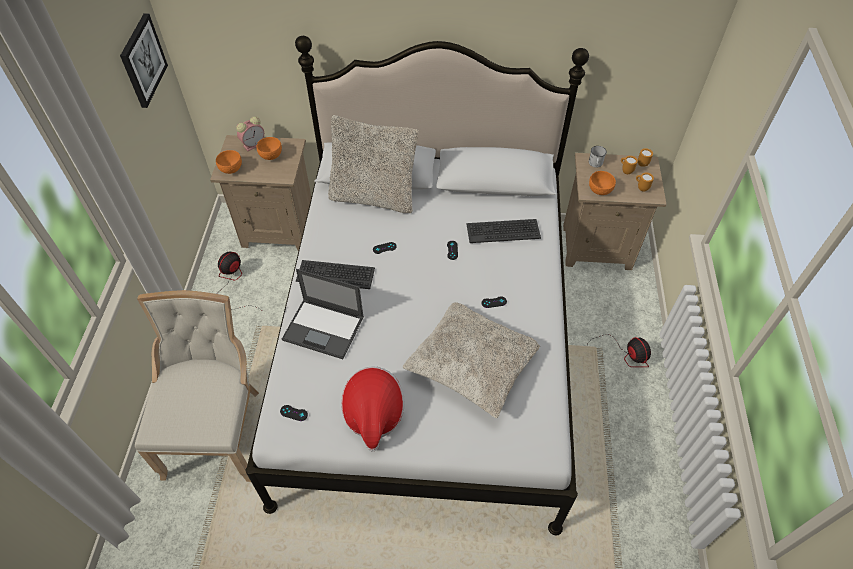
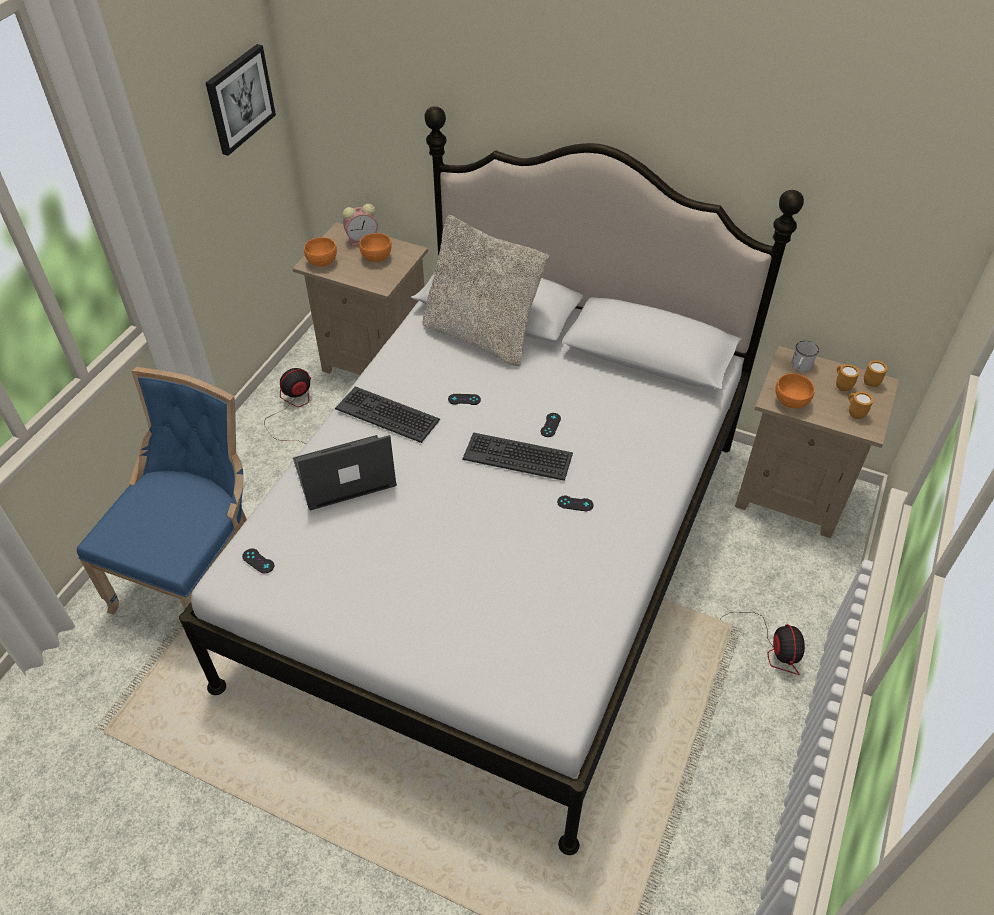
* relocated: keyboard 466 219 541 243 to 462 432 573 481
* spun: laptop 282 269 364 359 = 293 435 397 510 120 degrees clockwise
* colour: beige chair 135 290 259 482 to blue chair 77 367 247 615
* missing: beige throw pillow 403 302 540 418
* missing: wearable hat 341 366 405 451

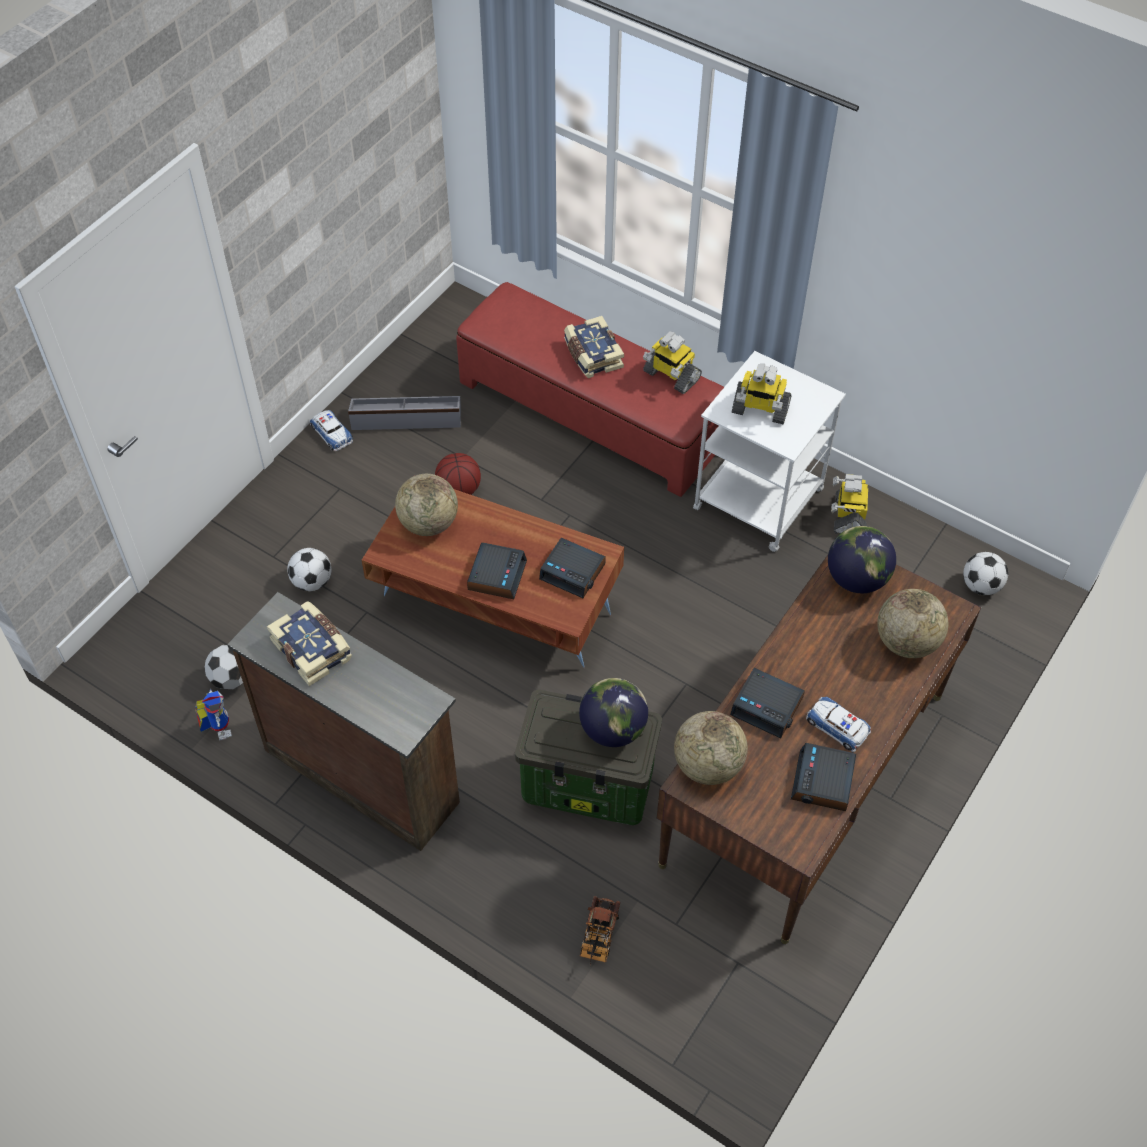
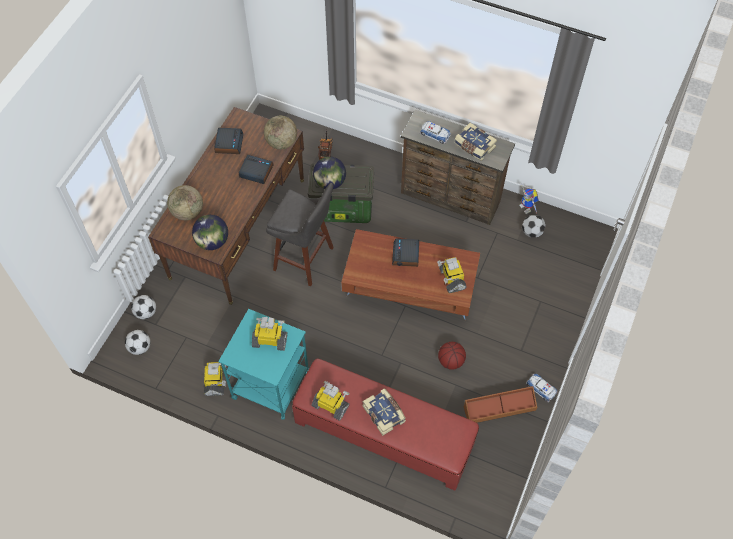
* colour: white-coloured wheeled cart 693 351 846 552 to blue-green wheeled cart 218 309 309 420
* colour: gray storage bin 348 396 461 430 to brown-coloured storage bin 464 386 537 423
* exchanged: globe 395 474 458 536 to toy robot 437 257 467 293
* missing: bedside clock 539 538 606 598
* relocated: football ball 287 548 331 591 to 131 295 156 319
* relocated: toy car 806 697 871 753 to 420 121 451 144
* appeared: gray sitting stool 266 183 334 286

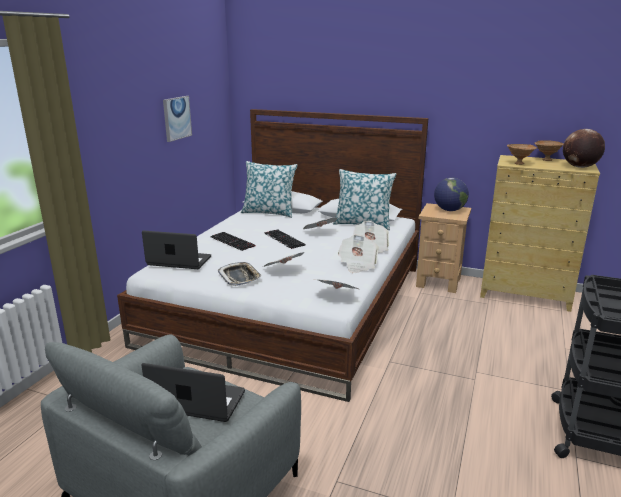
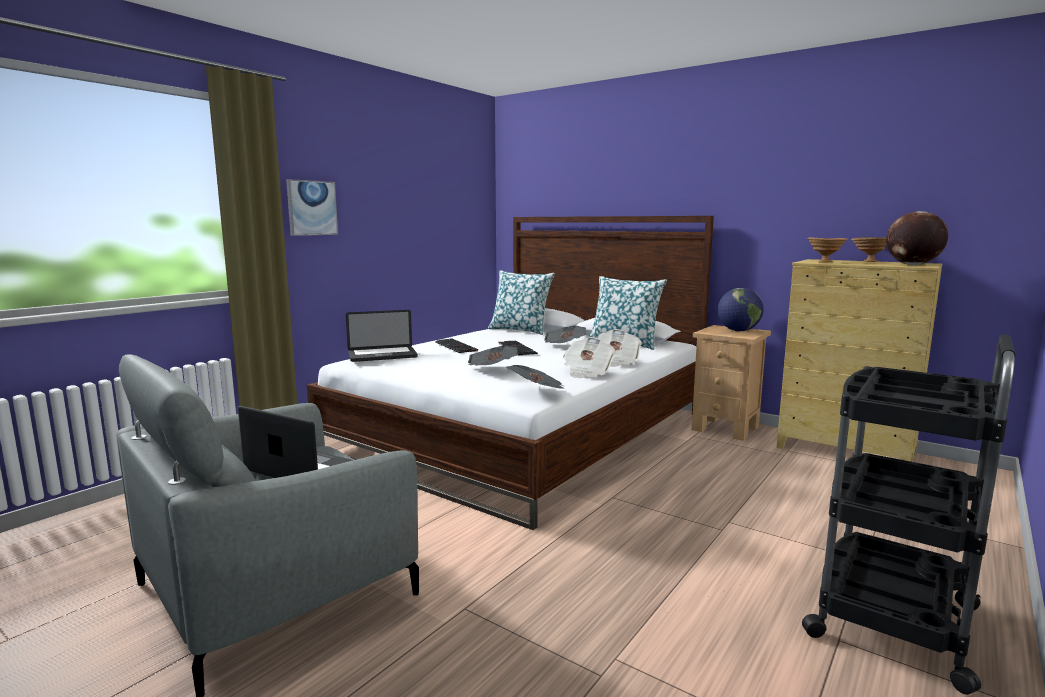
* relocated: picture 163 96 192 142 to 286 179 338 236
* spun: laptop 142 231 211 269 = 346 310 418 362 135 degrees clockwise
* missing: carrying tray 218 262 262 286

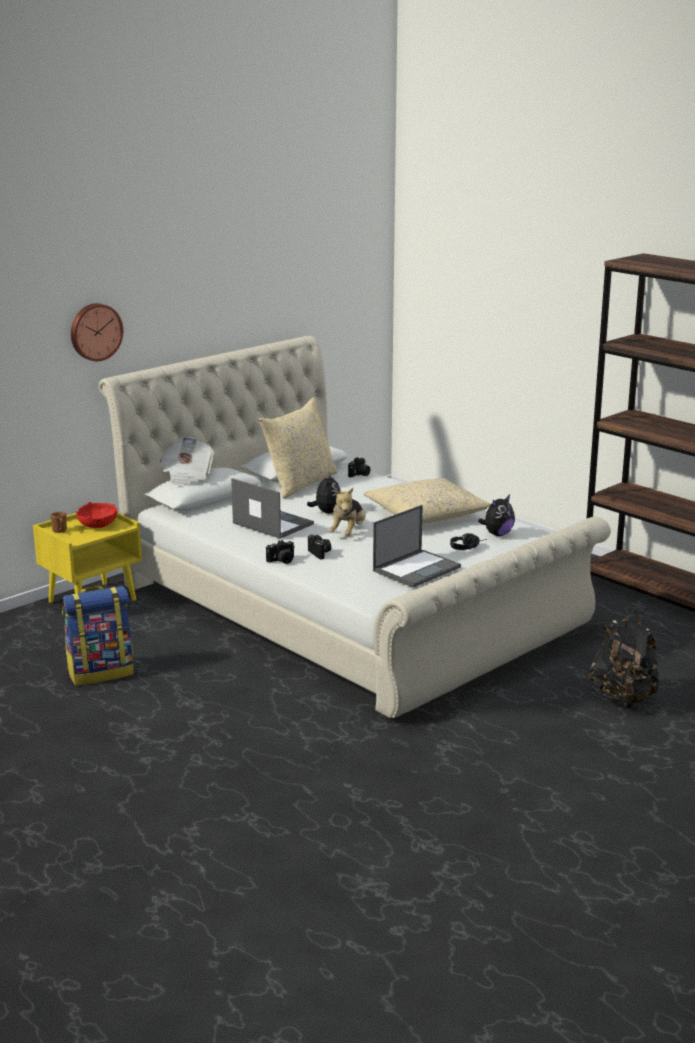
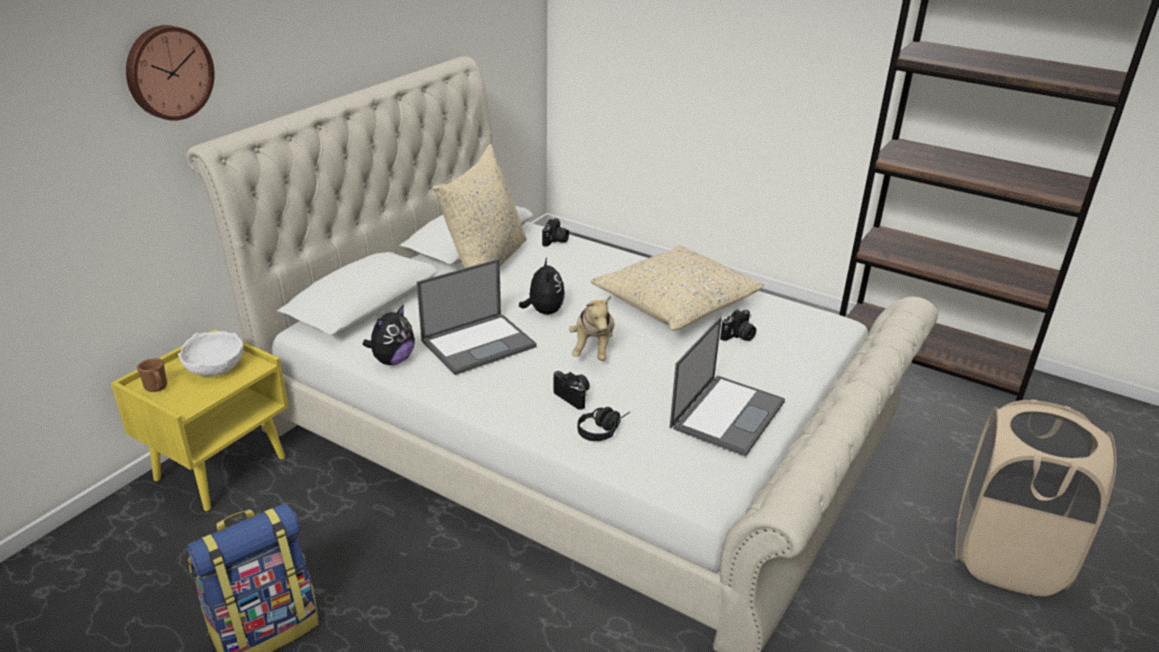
* missing: daily paper 160 437 214 485
* spun: laptop 231 478 314 539 = 417 259 537 375 120 degrees clockwise
* relocated: plush toy 478 495 515 536 to 363 304 415 365
* colour: reddish deep dish 76 502 118 528 to white-coloured deep dish 178 331 243 376
* relocated: blackish pair of headphones 450 533 487 550 to 577 407 630 441
* relocated: still camera 266 540 295 564 to 720 309 756 341
* exchanged: blackish knapsack 588 611 659 708 to beige washing basket 955 400 1116 596

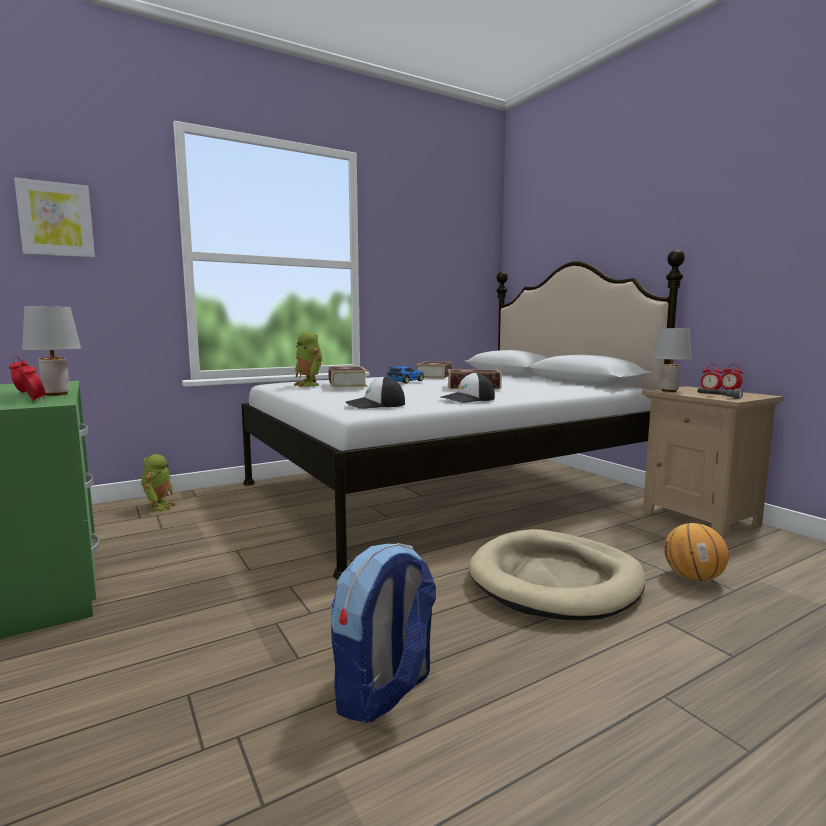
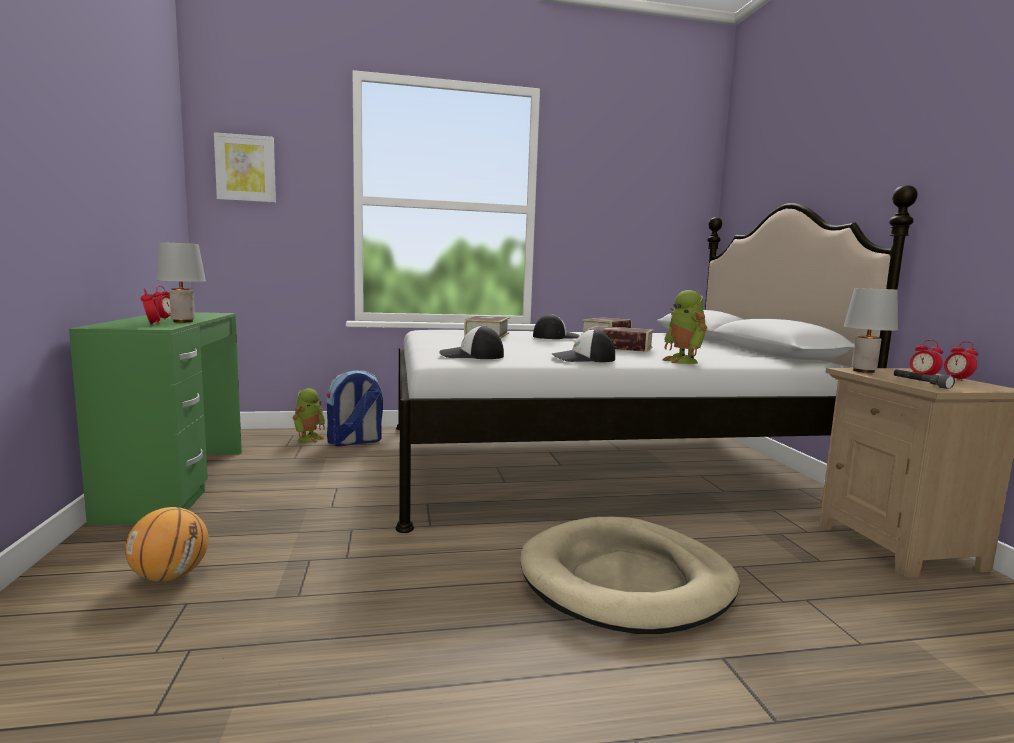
* relocated: toy robot 294 332 323 387 to 663 290 707 364
* exchanged: toy car 387 367 424 384 to peaked cap 533 314 579 339
* relocated: ball for basketball 664 523 729 582 to 125 507 208 582
* relocated: knapsack 331 543 436 723 to 327 370 383 446

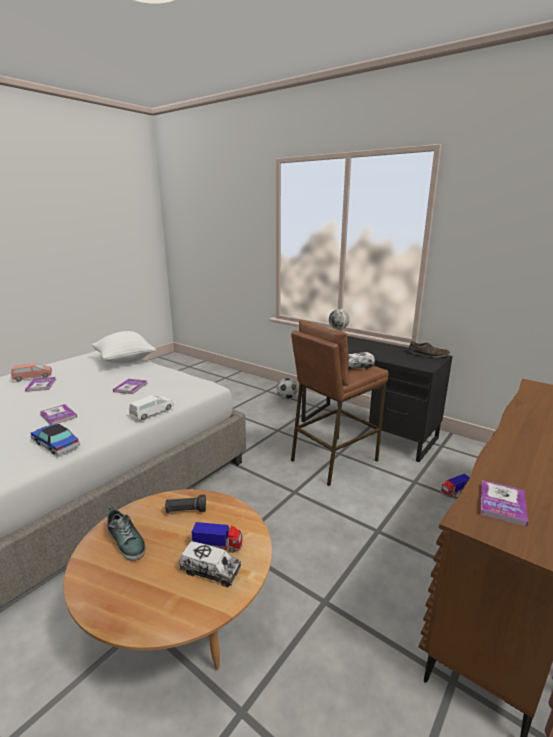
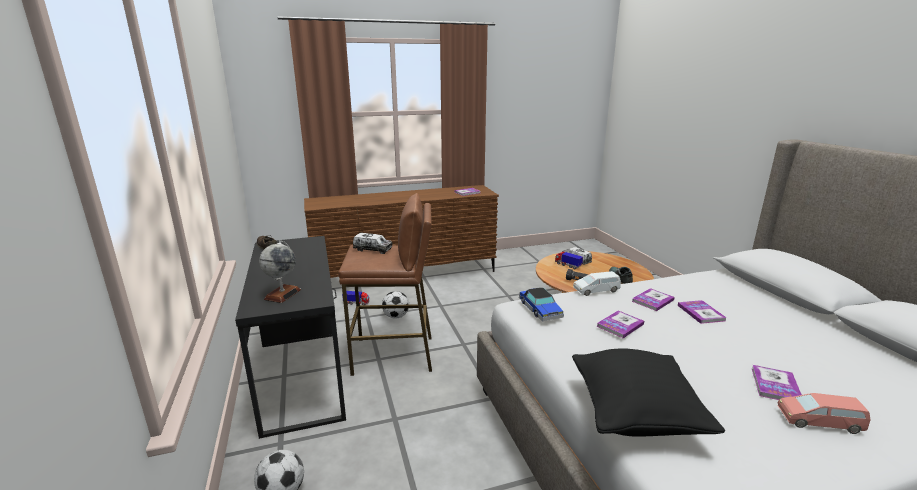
* colour: white-coloured throw pillow 92 331 157 363 to blackish throw pillow 572 348 725 437
* relocated: toy car 30 424 80 455 to 519 287 564 321
* appeared: volume 632 288 675 311
* appeared: football ball 382 291 409 319

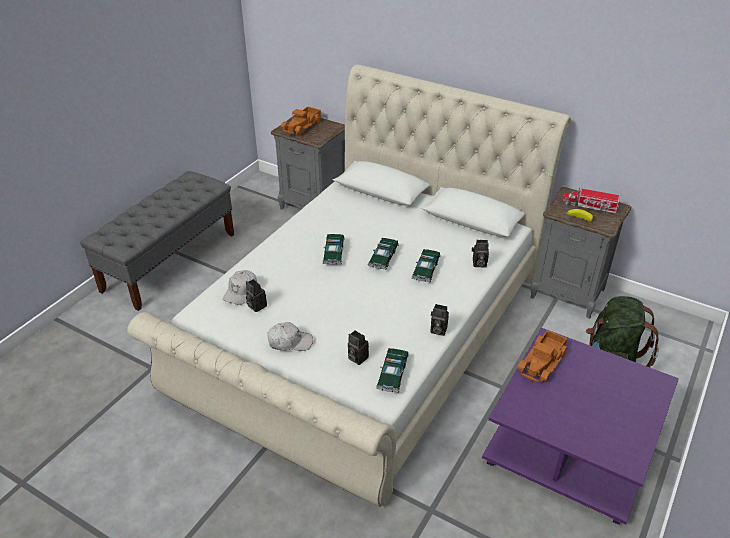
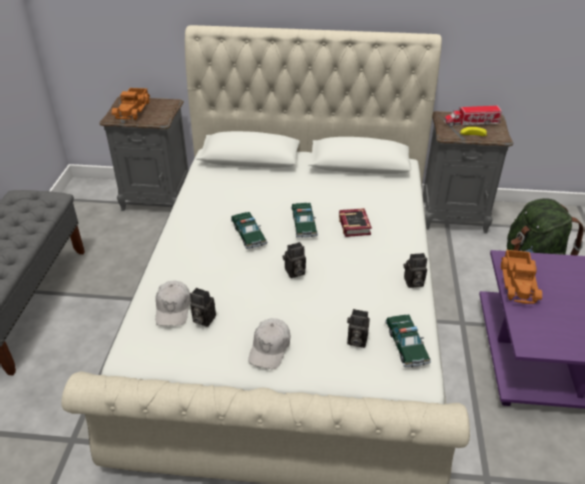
* relocated: still camera 472 240 489 267 to 283 242 306 278
* exchanged: toy car 411 249 441 282 to volume 339 208 372 237
* spun: white-coloured peaked cap 267 322 313 351 = 248 318 291 369 135 degrees clockwise

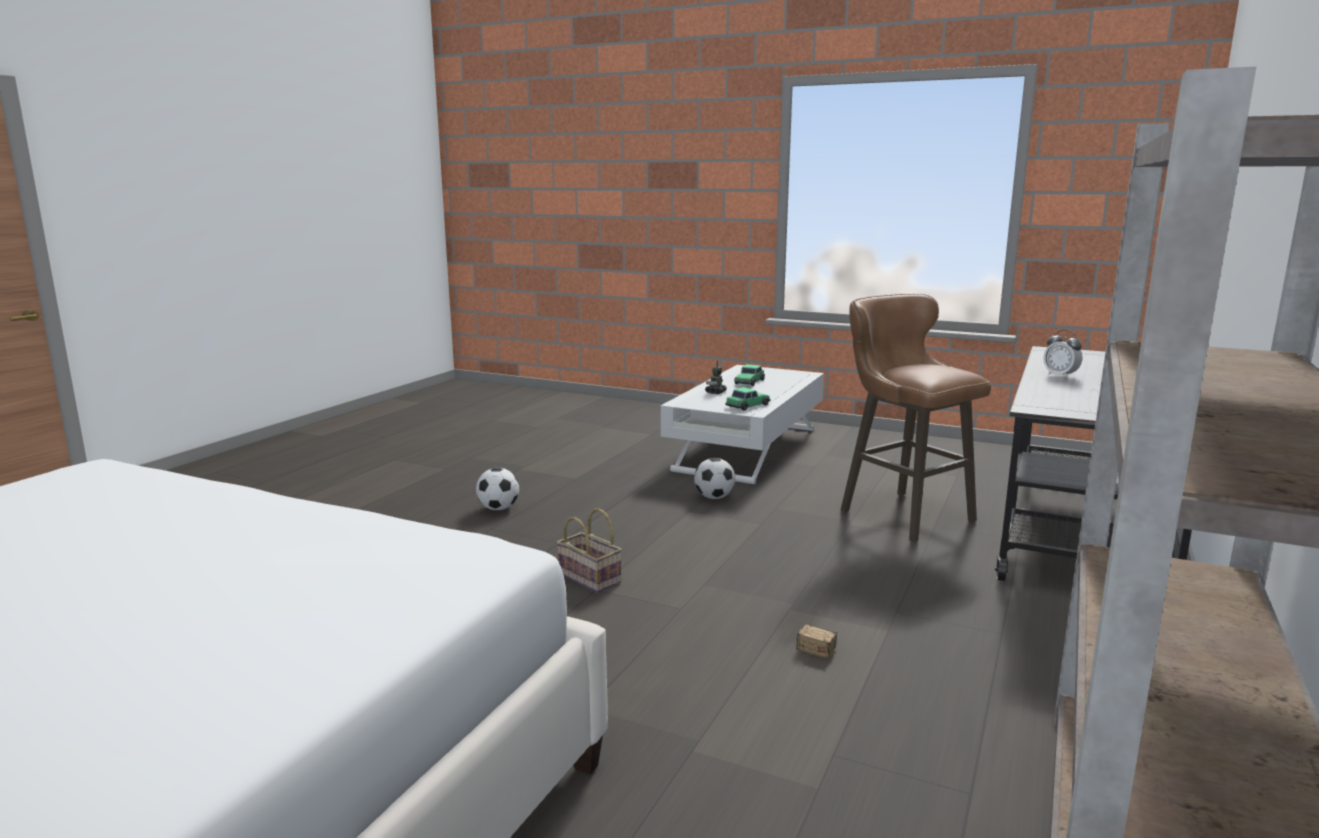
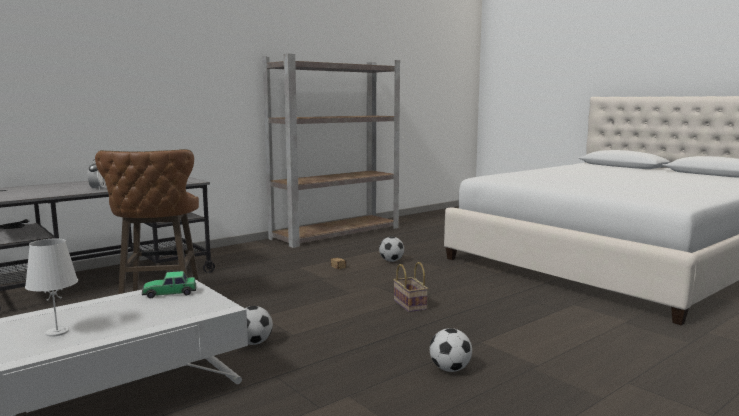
* missing: toy robot 705 361 727 394
* exchanged: toy car 734 364 765 386 to white-coloured lamp for a table 25 239 78 337
* appeared: football ball 379 237 404 262

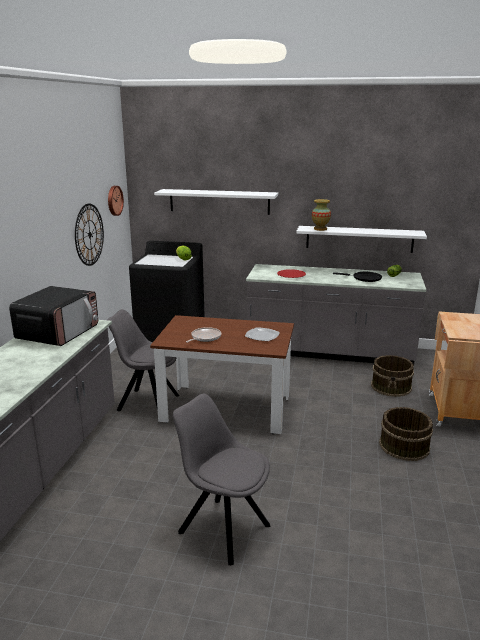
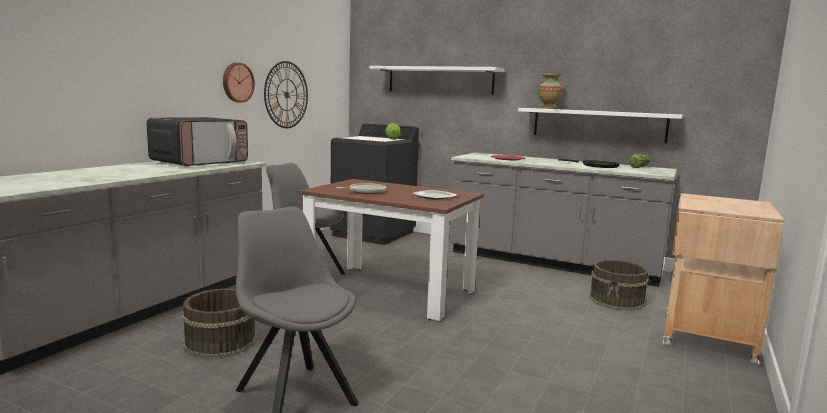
* relocated: wall clock 108 186 124 216 to 223 63 255 103
* relocated: brown-coloured water bucket 379 407 433 461 to 182 289 257 358

